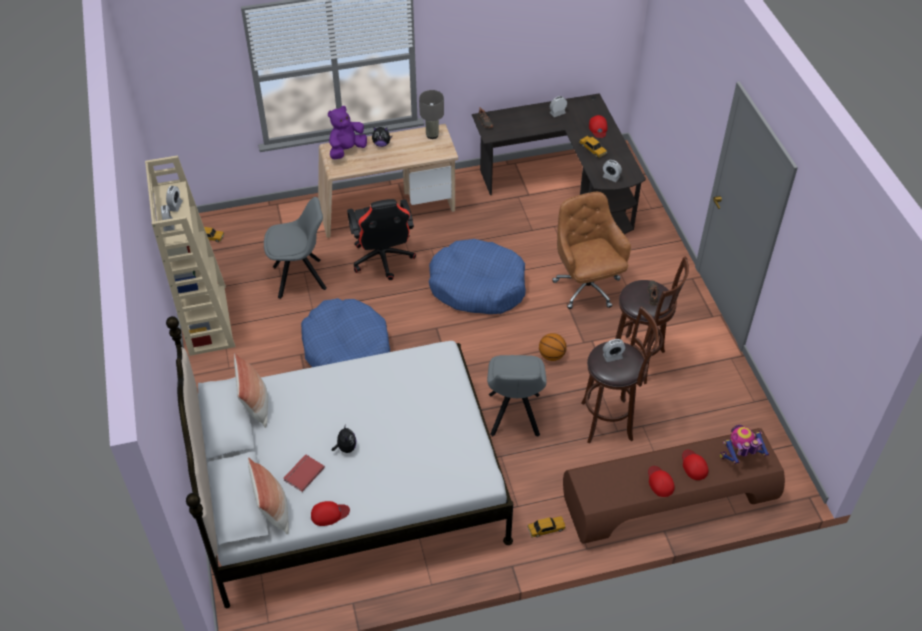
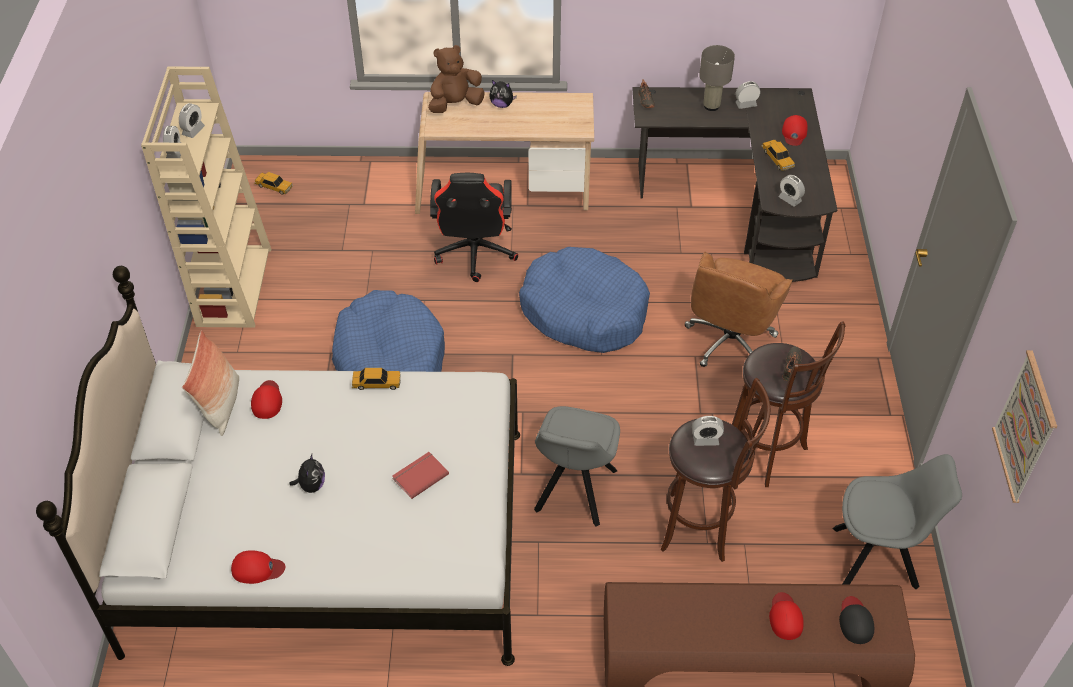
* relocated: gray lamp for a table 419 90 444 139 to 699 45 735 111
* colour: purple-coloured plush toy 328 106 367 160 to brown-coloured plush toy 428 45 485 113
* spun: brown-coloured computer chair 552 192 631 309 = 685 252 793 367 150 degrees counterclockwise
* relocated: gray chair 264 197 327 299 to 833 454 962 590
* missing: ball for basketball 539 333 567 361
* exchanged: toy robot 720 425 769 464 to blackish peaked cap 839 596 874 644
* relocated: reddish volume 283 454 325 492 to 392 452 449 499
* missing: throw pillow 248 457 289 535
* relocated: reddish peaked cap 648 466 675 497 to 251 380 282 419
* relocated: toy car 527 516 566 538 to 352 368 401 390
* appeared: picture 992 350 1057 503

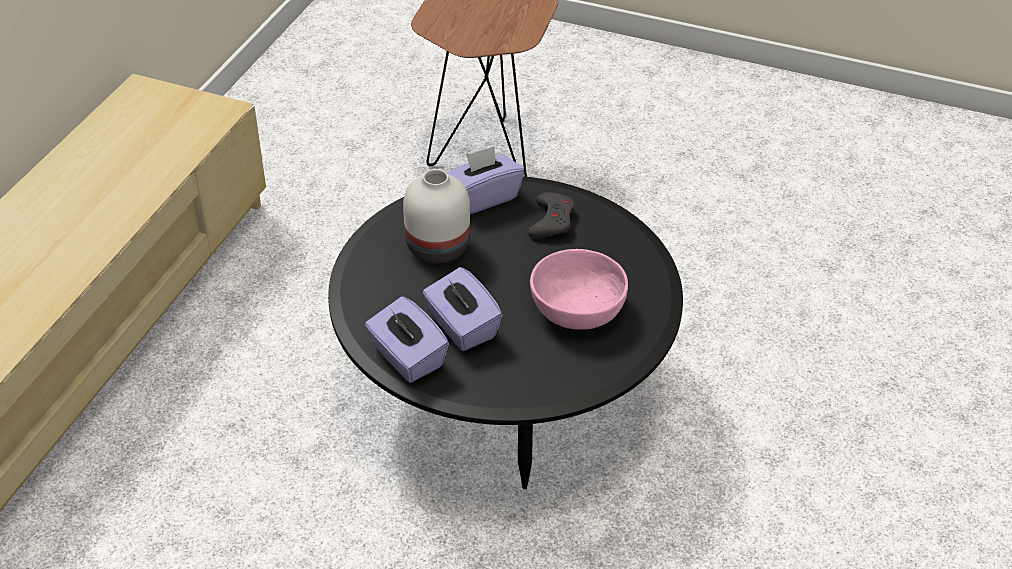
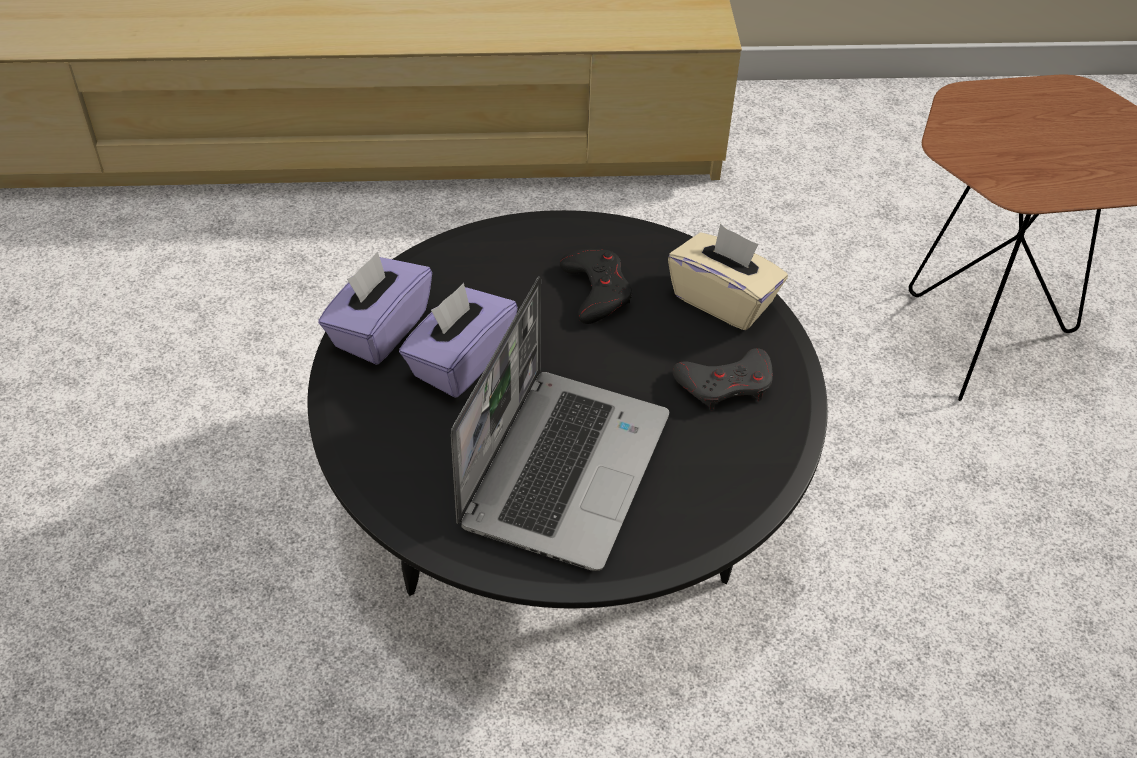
* colour: purple-coloured box of tissues 447 146 525 214 to beige box of tissues 668 224 788 330
* exchanged: white-coloured vase 403 169 470 263 to blackish joypad 560 249 632 324
* exchanged: pinkish deep dish 530 249 628 330 to laptop 451 276 669 571

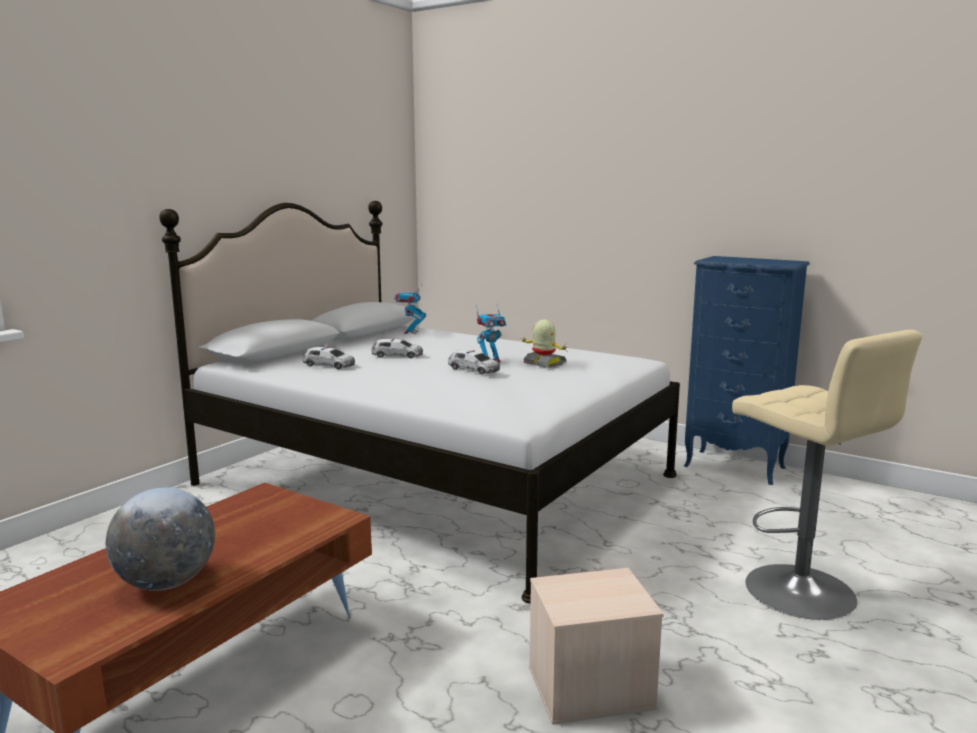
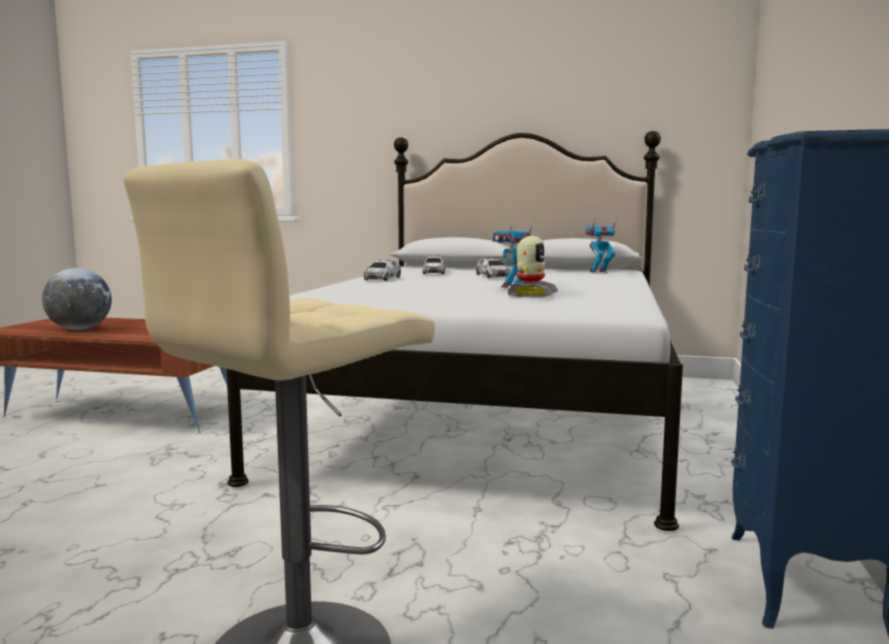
* relocated: toy car 448 350 500 374 to 363 260 401 281
* missing: beige storage bin 529 568 664 725

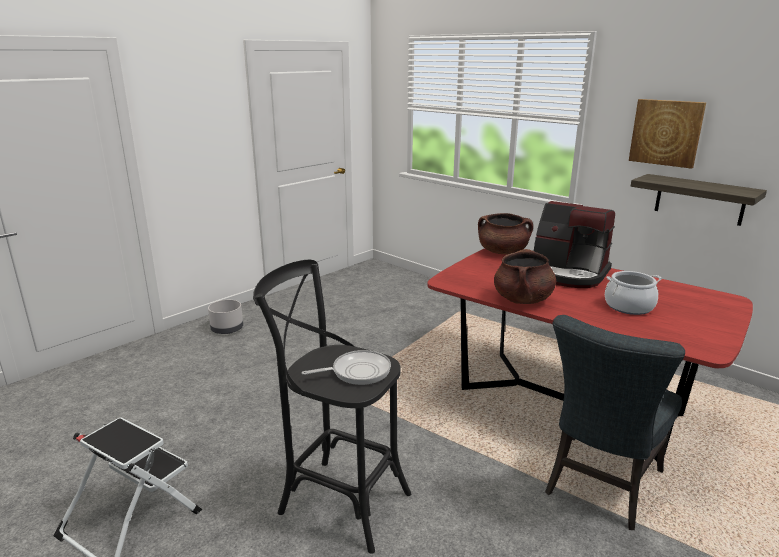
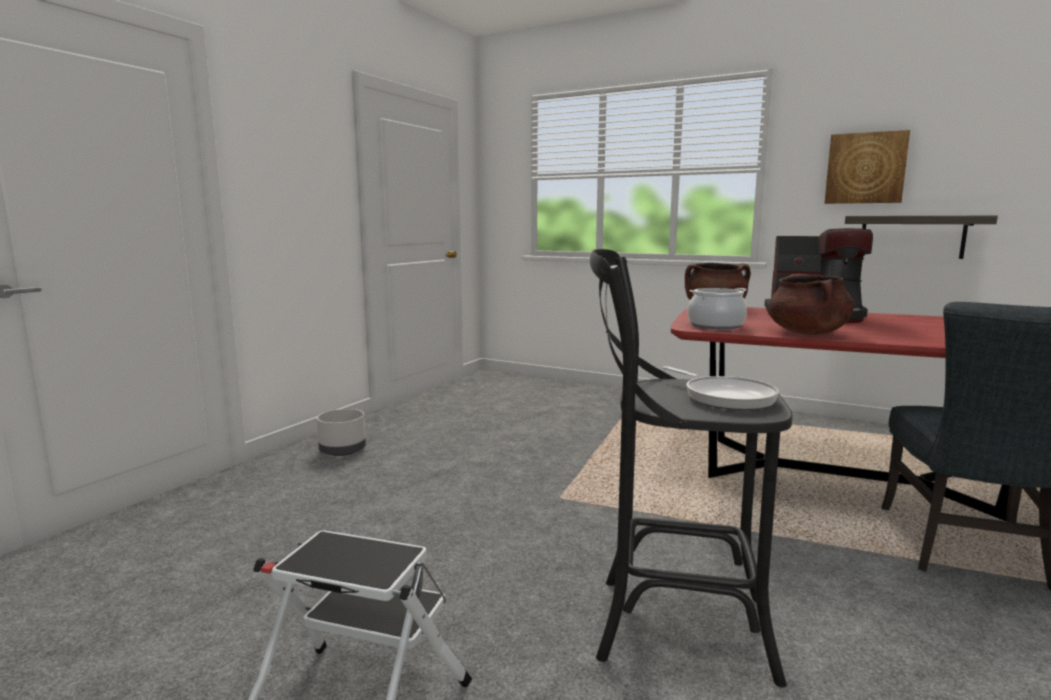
* relocated: stockpot 605 271 662 315 to 688 288 747 330
* spun: pan 302 350 391 385 = 663 366 779 410 90 degrees clockwise

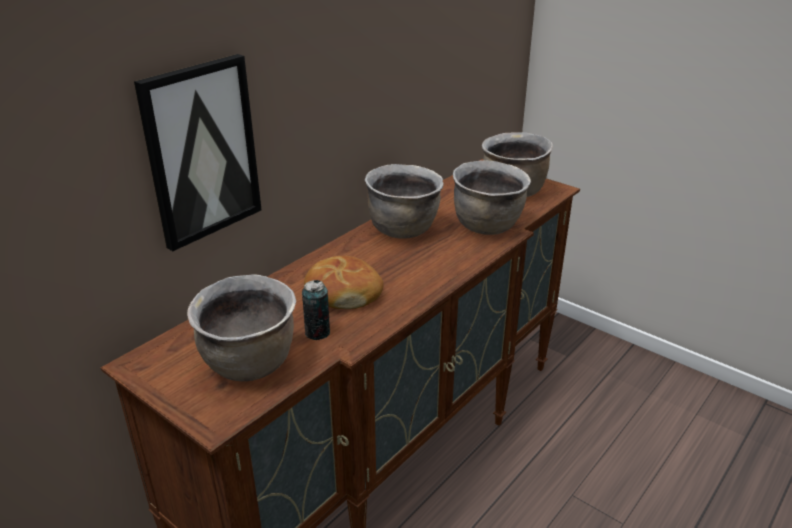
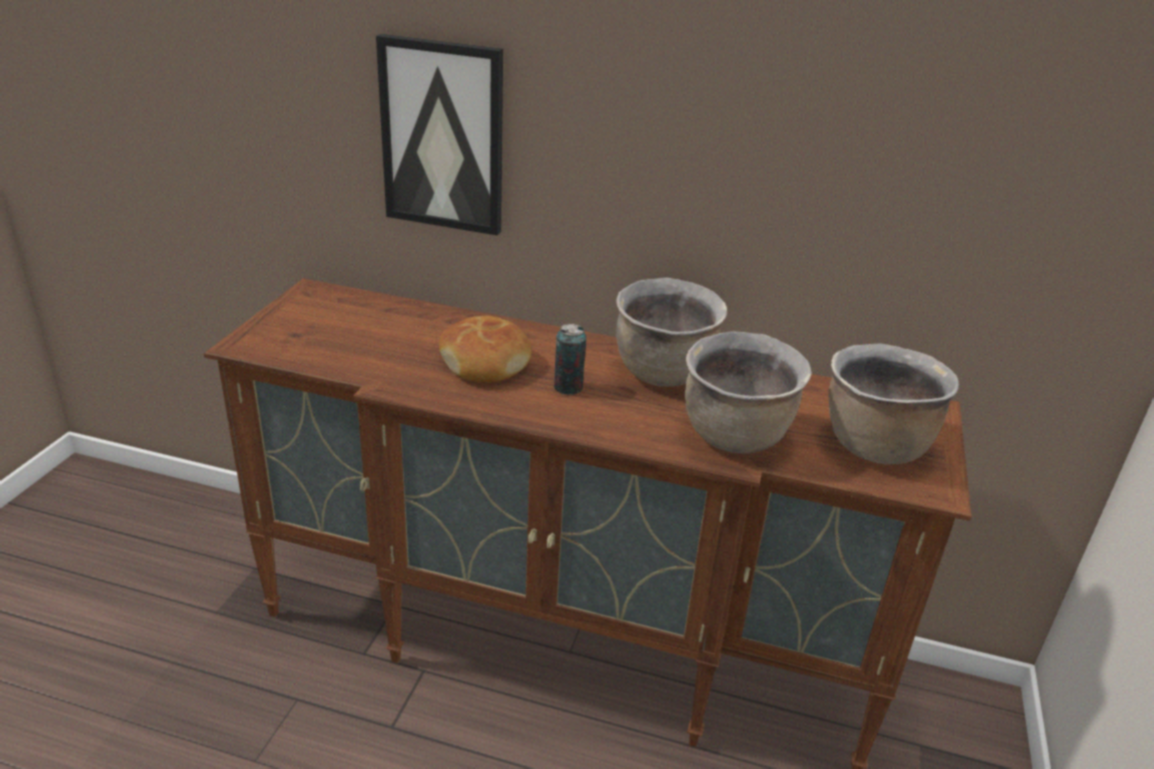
* missing: brown-coloured stockpot 187 274 296 381
* relocated: sealed can 302 280 330 340 to 554 324 586 395

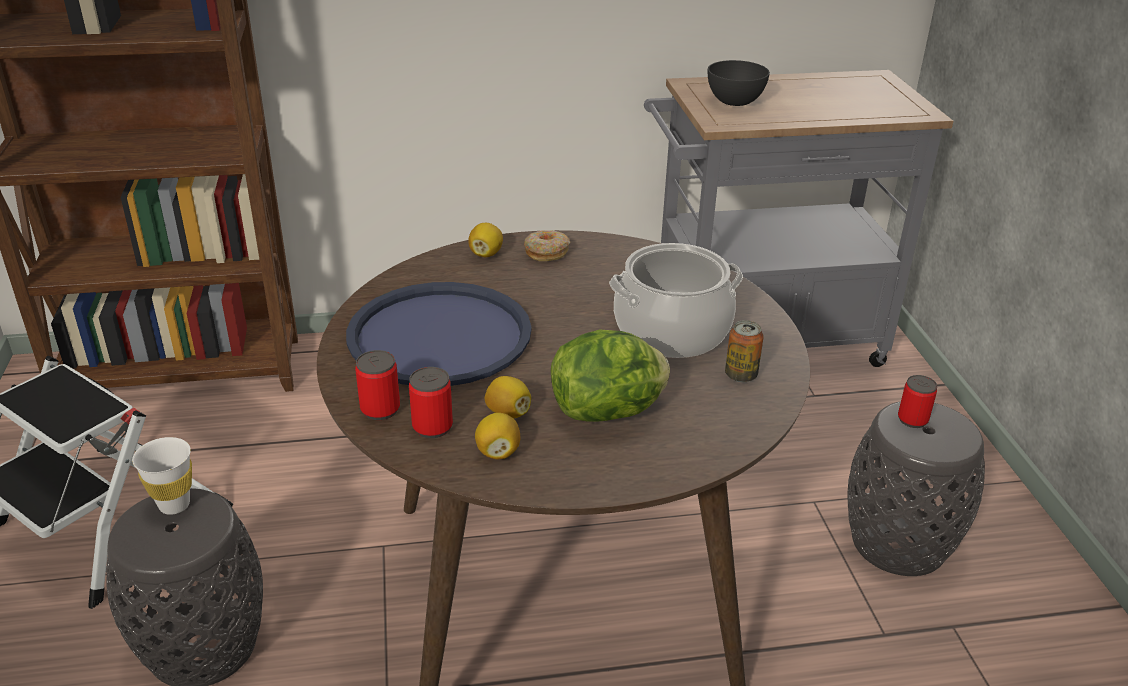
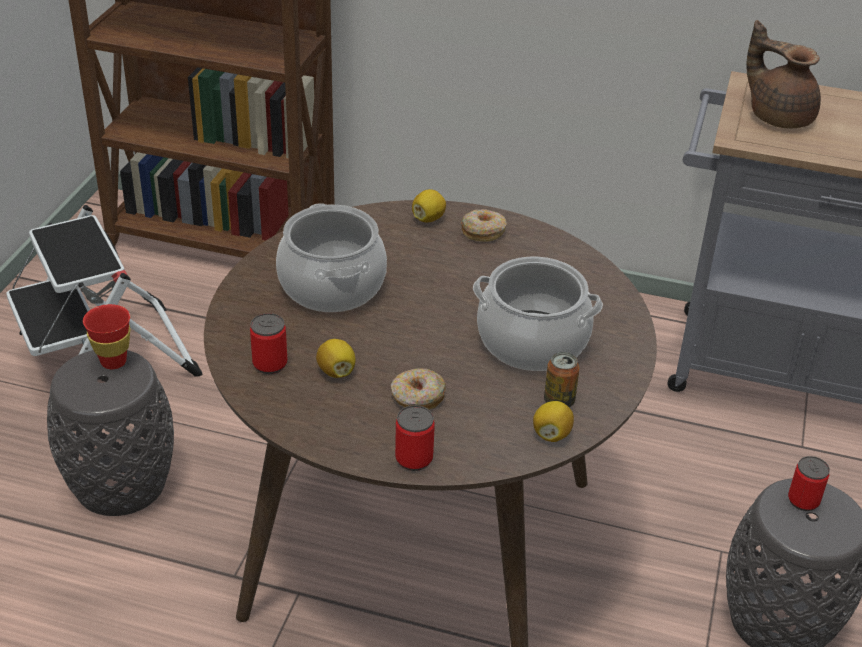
* exchanged: gray deep dish 708 60 770 106 to brown-coloured pot for tea 746 20 821 128
* exchanged: blue carrying tray 346 282 532 386 to stockpot 276 203 387 312
* exchanged: head of lettuce 551 330 670 422 to donut 391 368 446 409
* relocated: sealed can 355 350 400 420 to 395 405 435 471
* relocated: lemon 475 413 520 459 to 533 401 574 442
* colour: white-coloured cup 132 437 192 515 to reddish cup 83 304 131 369

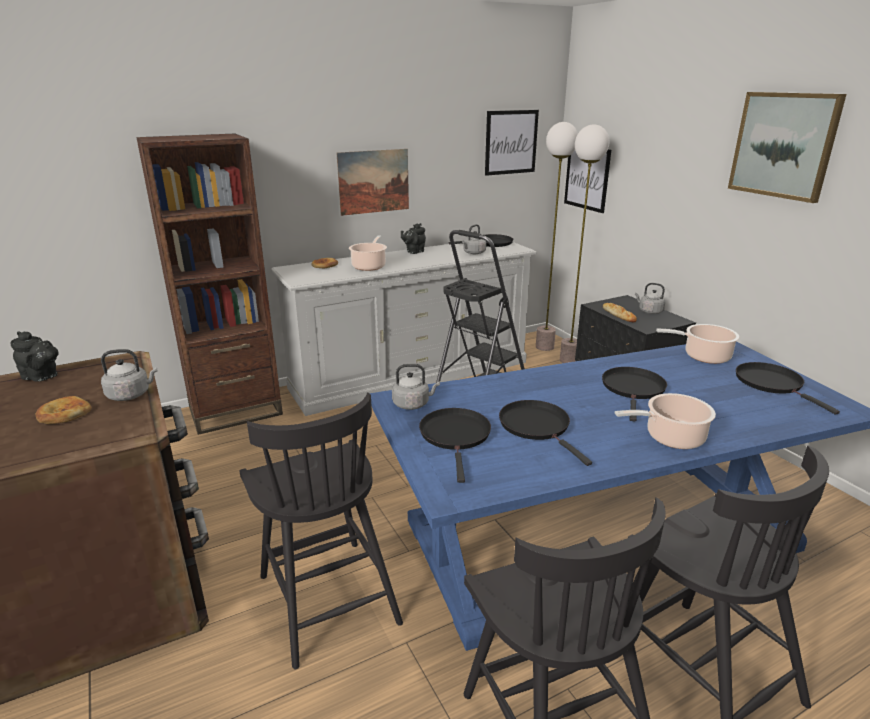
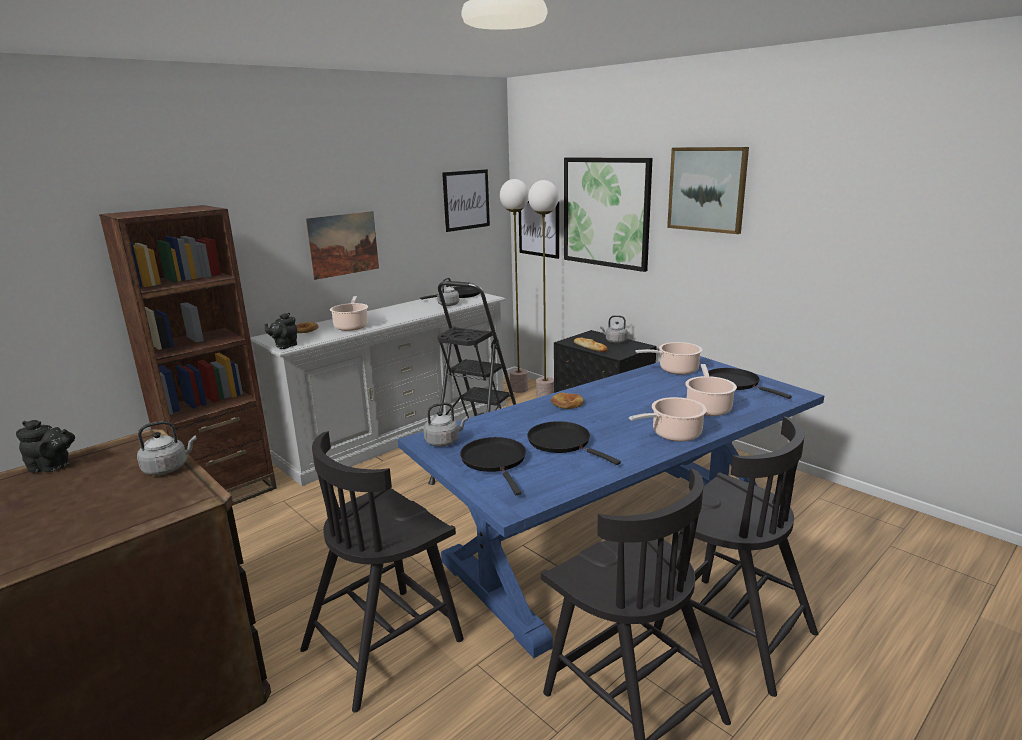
* relocated: blackish pot for tea 401 223 426 254 to 264 313 297 349
* missing: blackish pan 602 367 667 422
* spun: blackish chair 239 392 403 669 = 300 431 464 712 90 degrees clockwise
* relocated: bakery bread 35 396 92 424 to 551 392 584 409
* appeared: picture 564 157 653 272
* appeared: stockpot 685 364 737 416

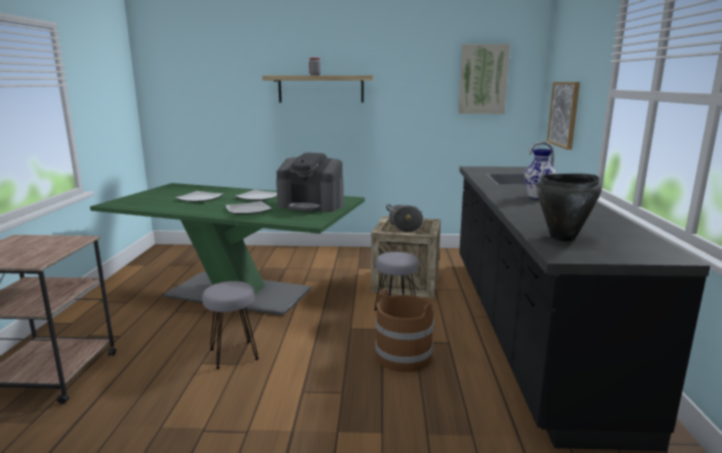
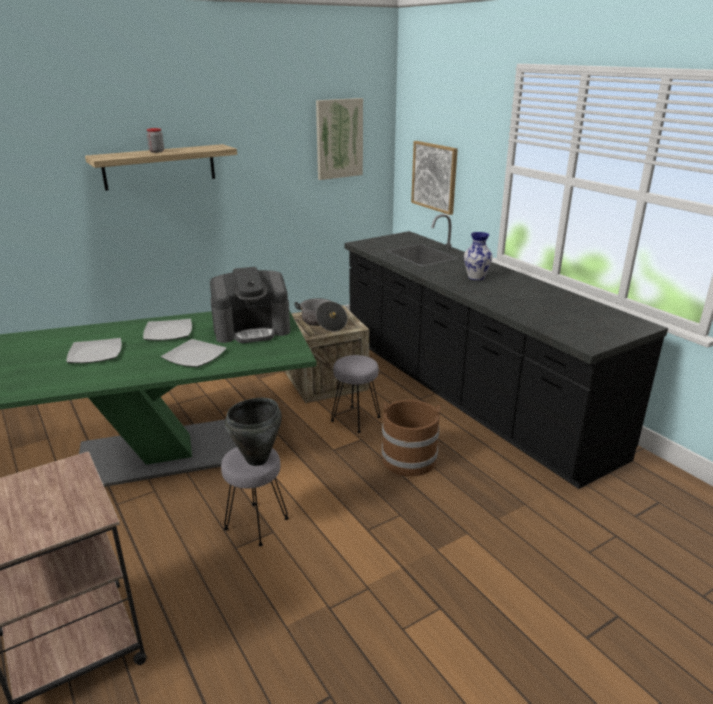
* relocated: blackish stockpot 536 174 602 242 to 225 398 282 466

